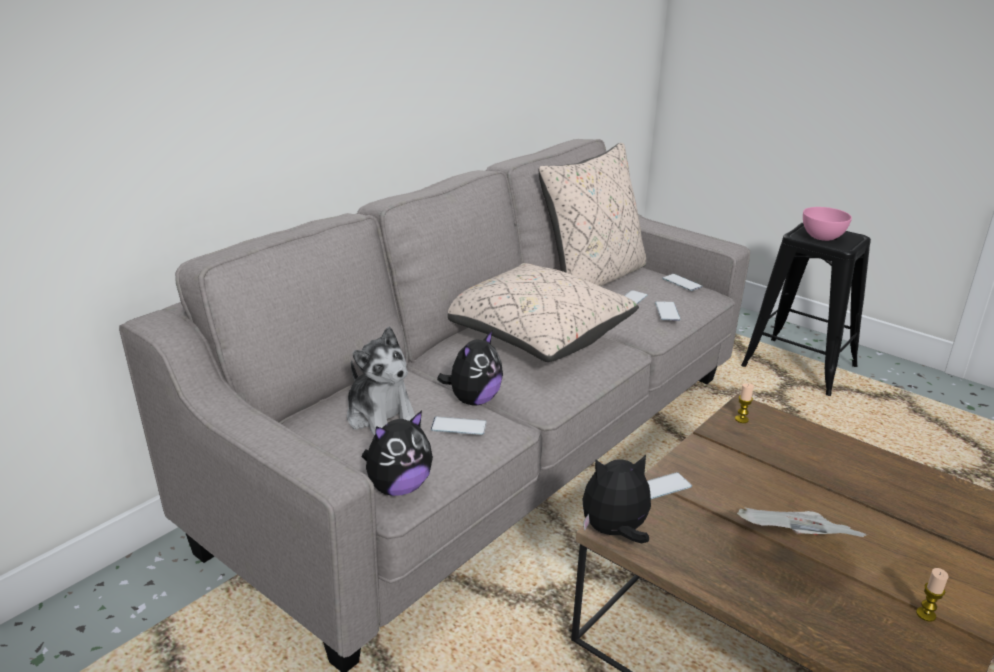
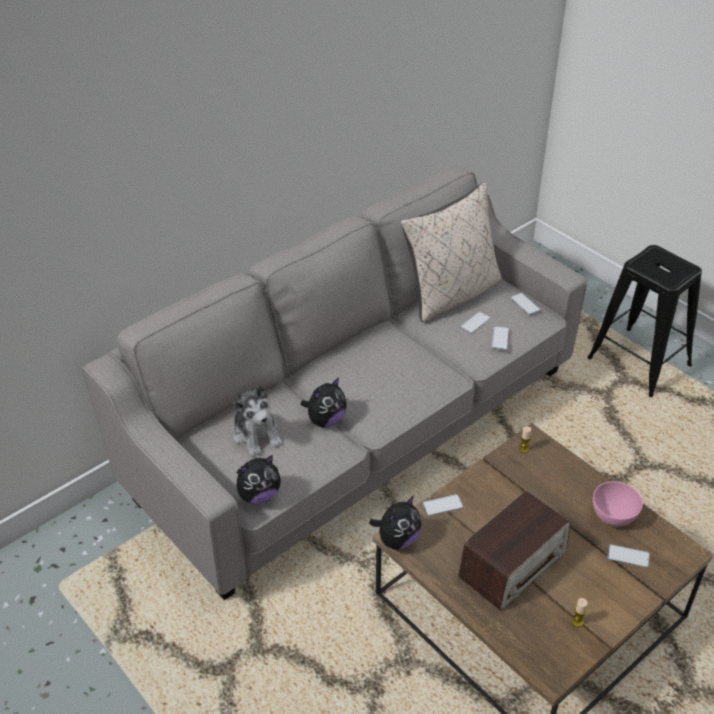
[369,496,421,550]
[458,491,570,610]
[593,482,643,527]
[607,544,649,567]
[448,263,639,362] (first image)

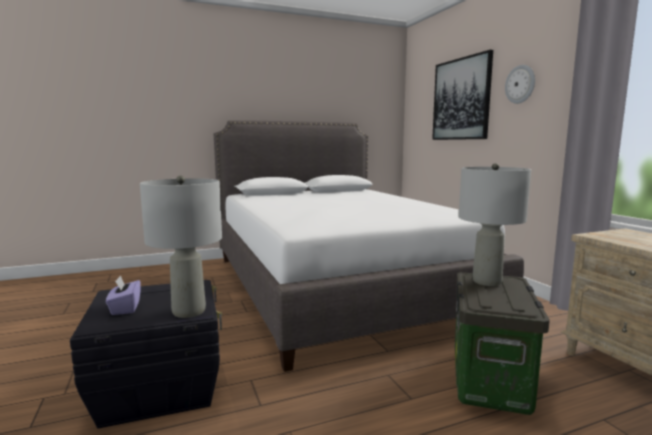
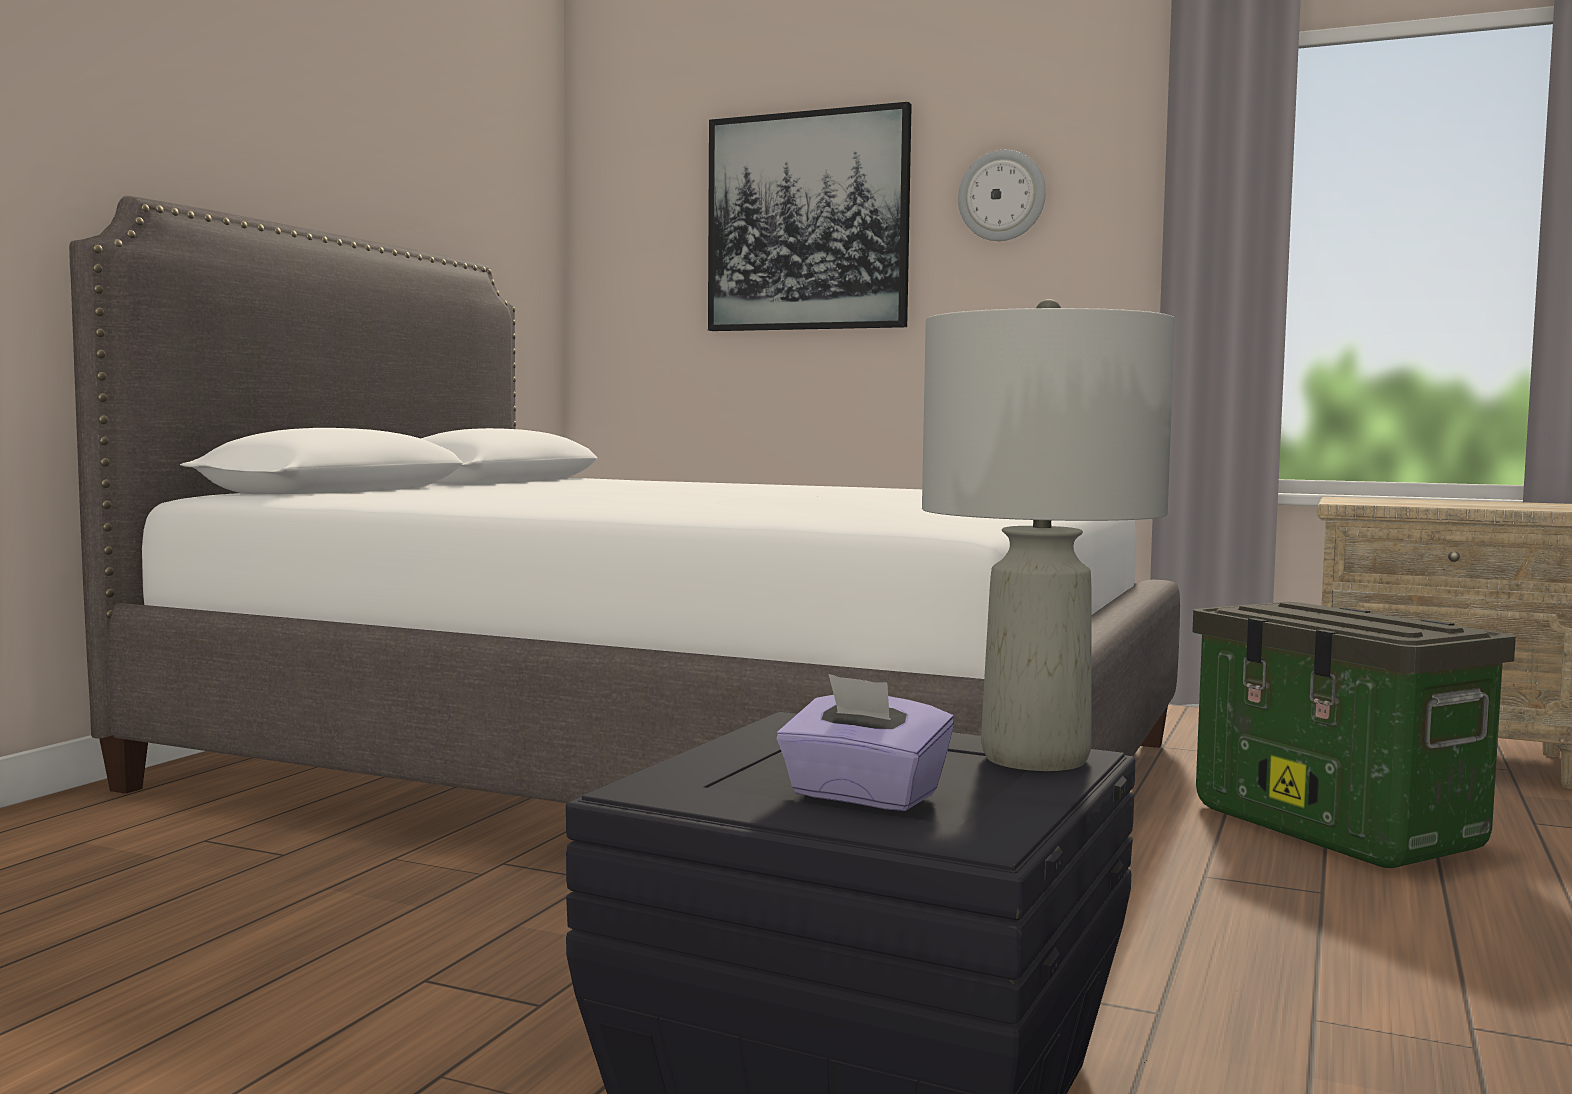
[459,163,531,286] (first image)

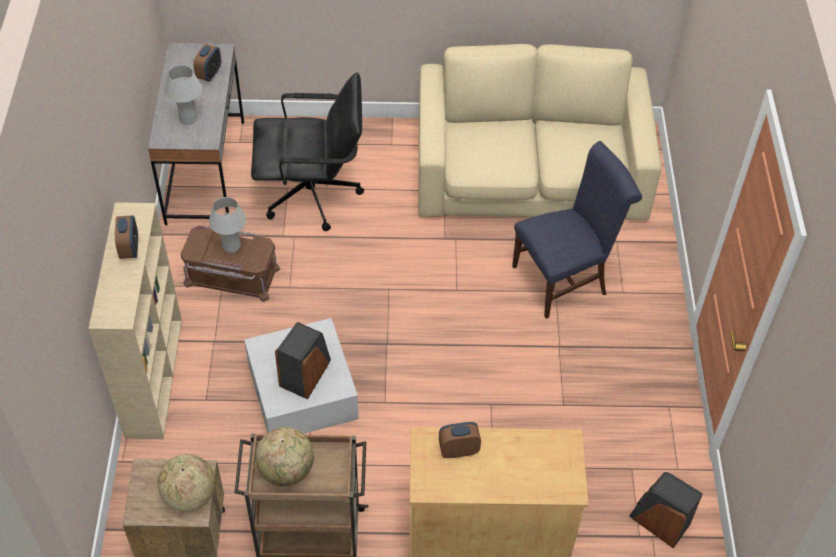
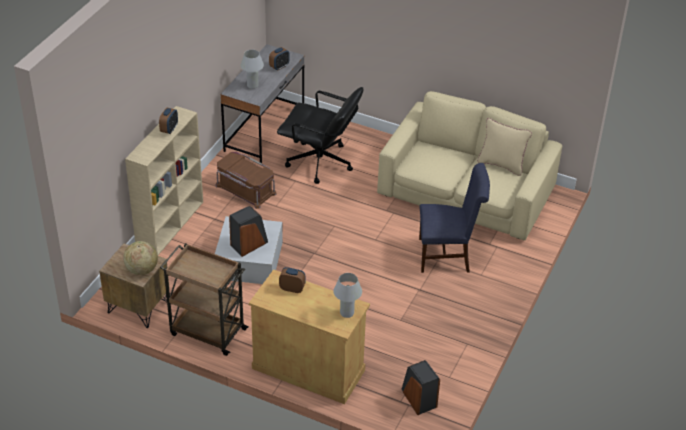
[333,273,362,318]
[477,118,532,176]
[256,427,314,486] (first image)

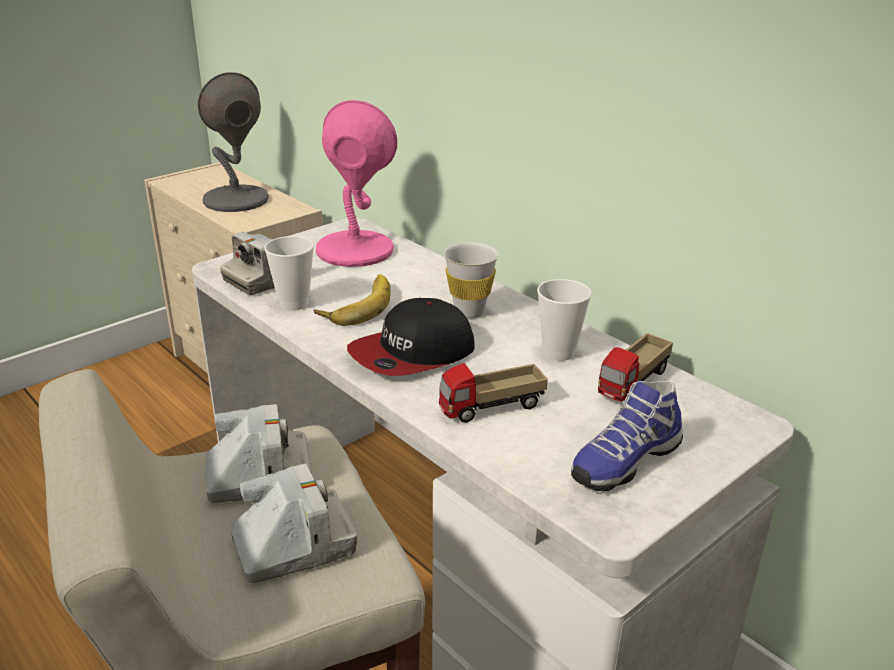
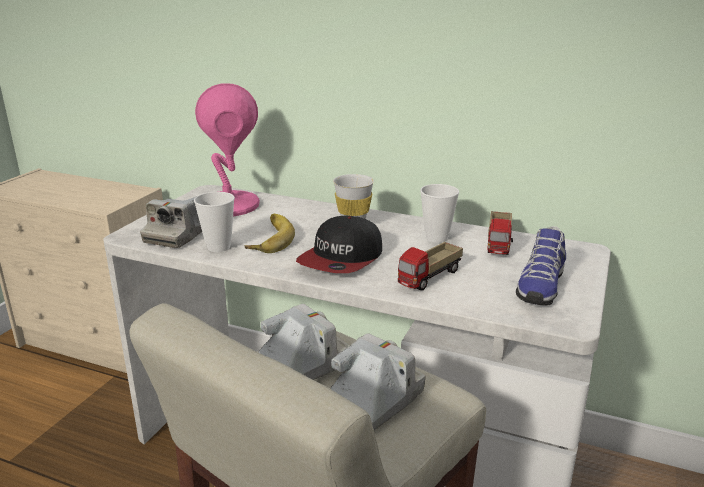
[198,72,269,212] (first image)

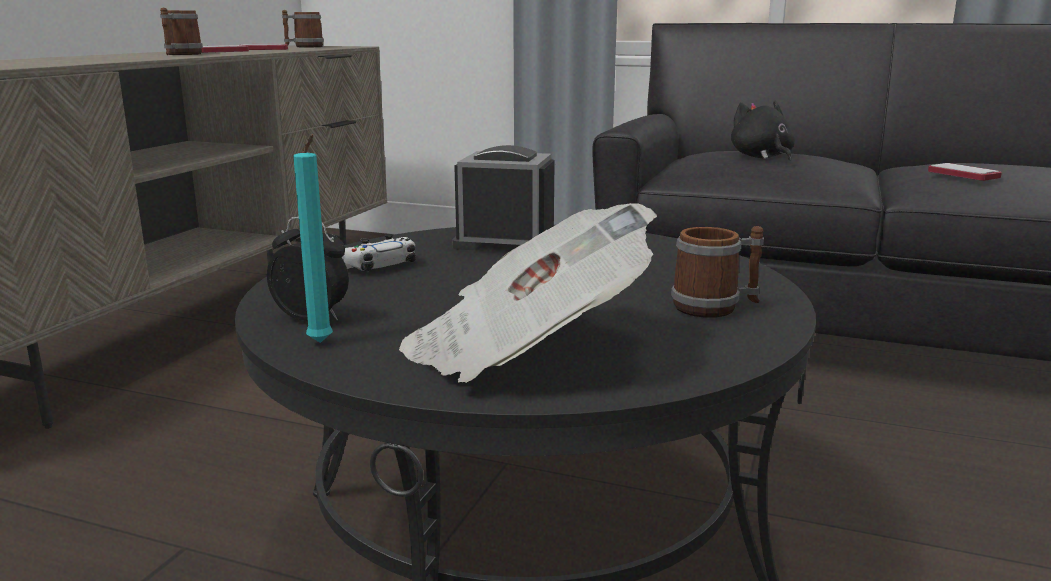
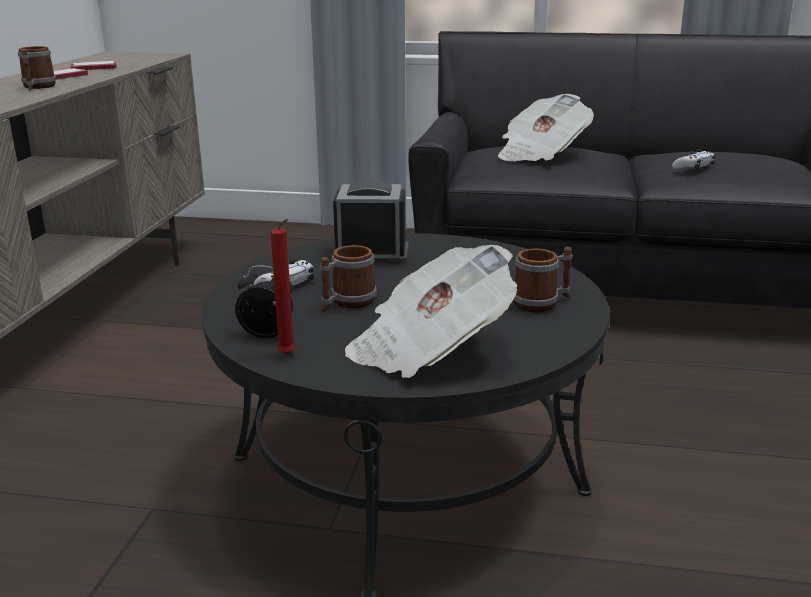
[270,219,295,355]
[320,245,377,311]
[498,94,594,161]
[672,149,715,169]

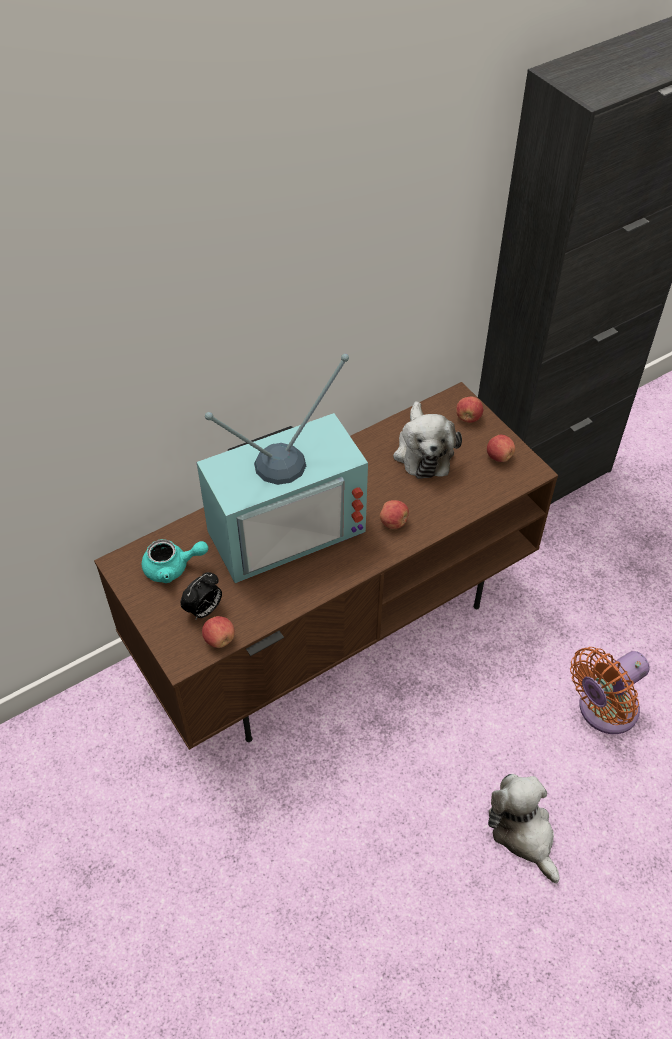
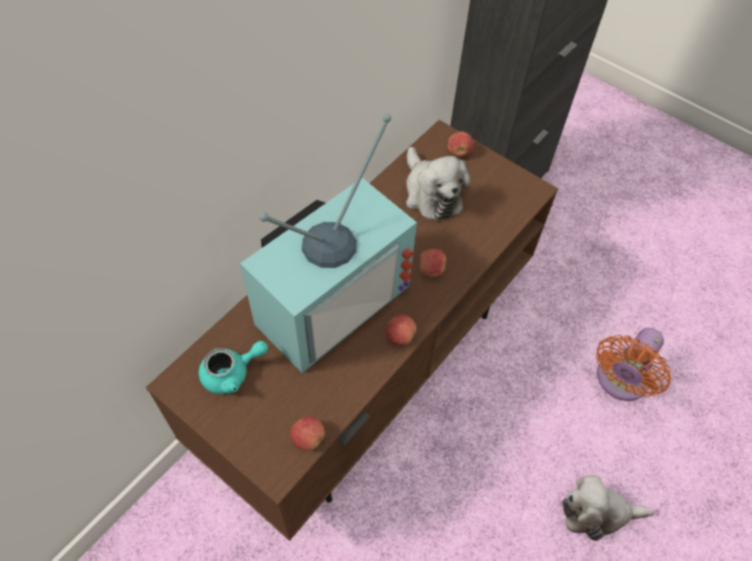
[386,315,416,345]
[563,475,654,541]
[180,572,222,620] (first image)

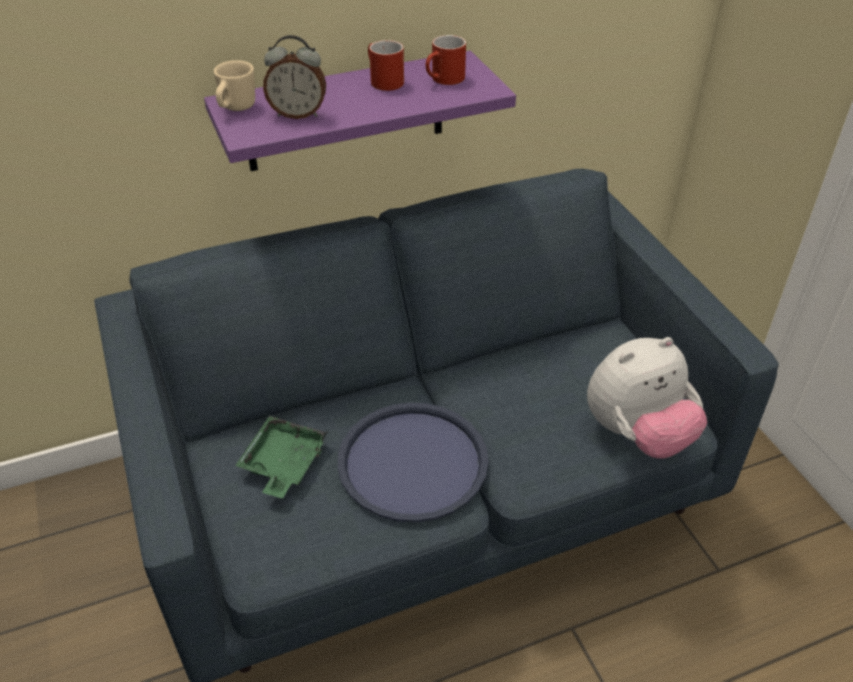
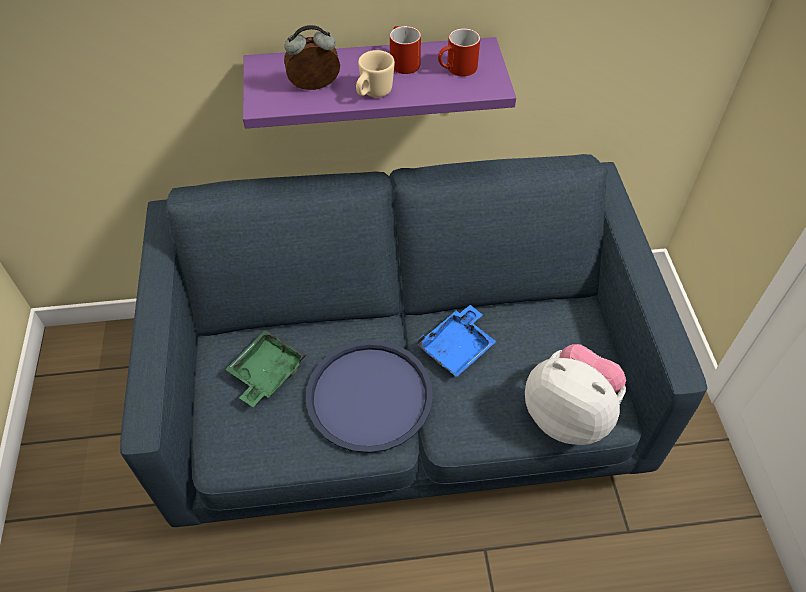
[284,25,340,90]
[356,50,395,98]
[417,305,496,377]
[525,344,626,445]

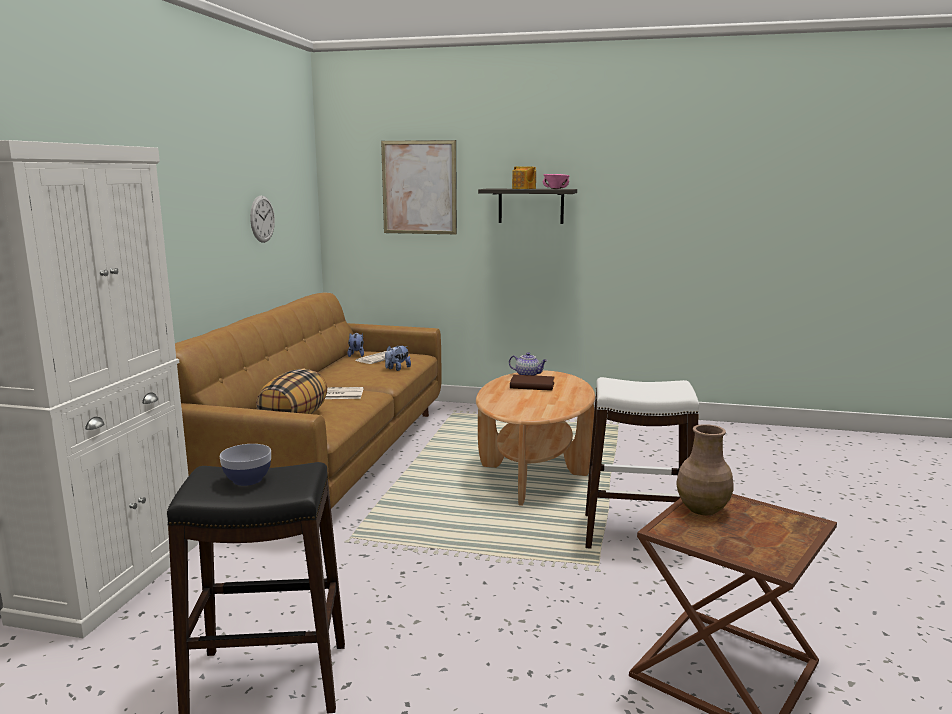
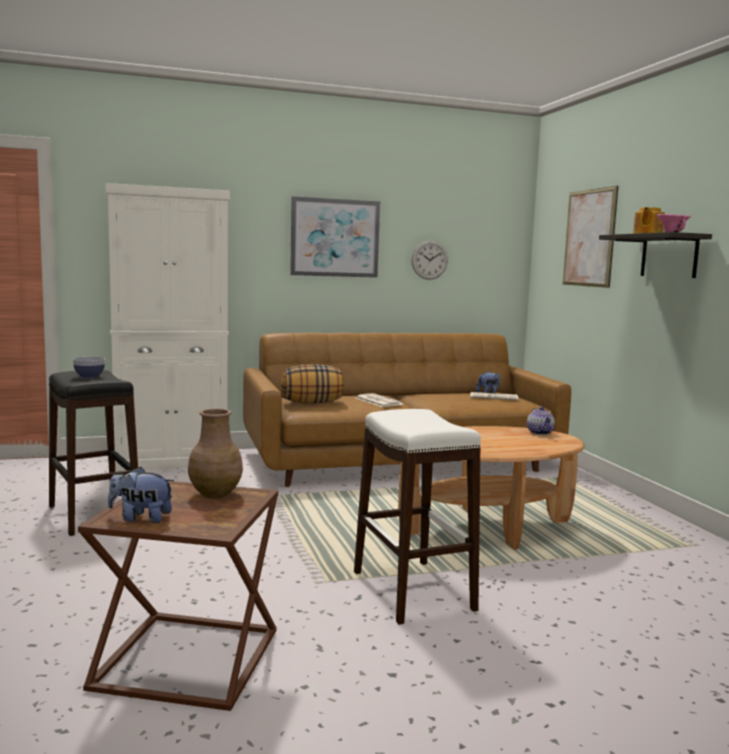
[108,466,174,523]
[290,196,380,278]
[510,375,554,391] (first image)

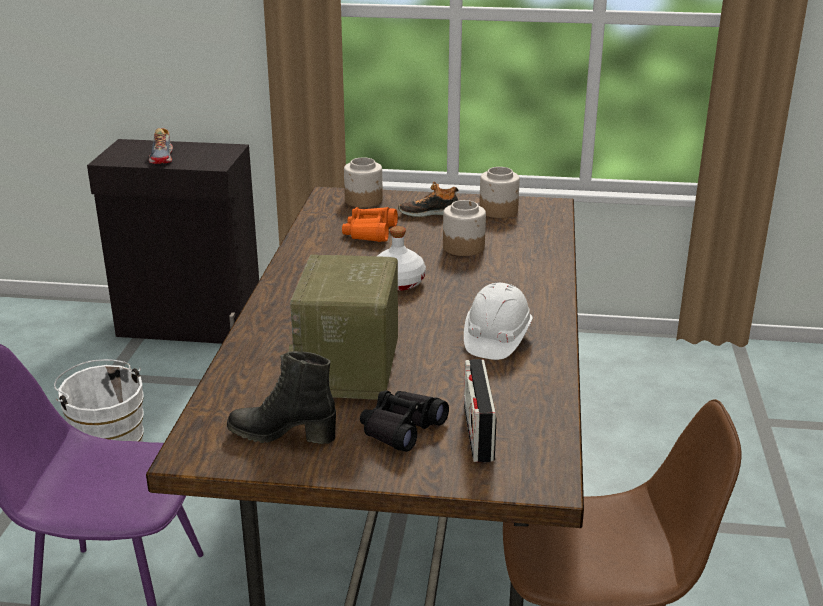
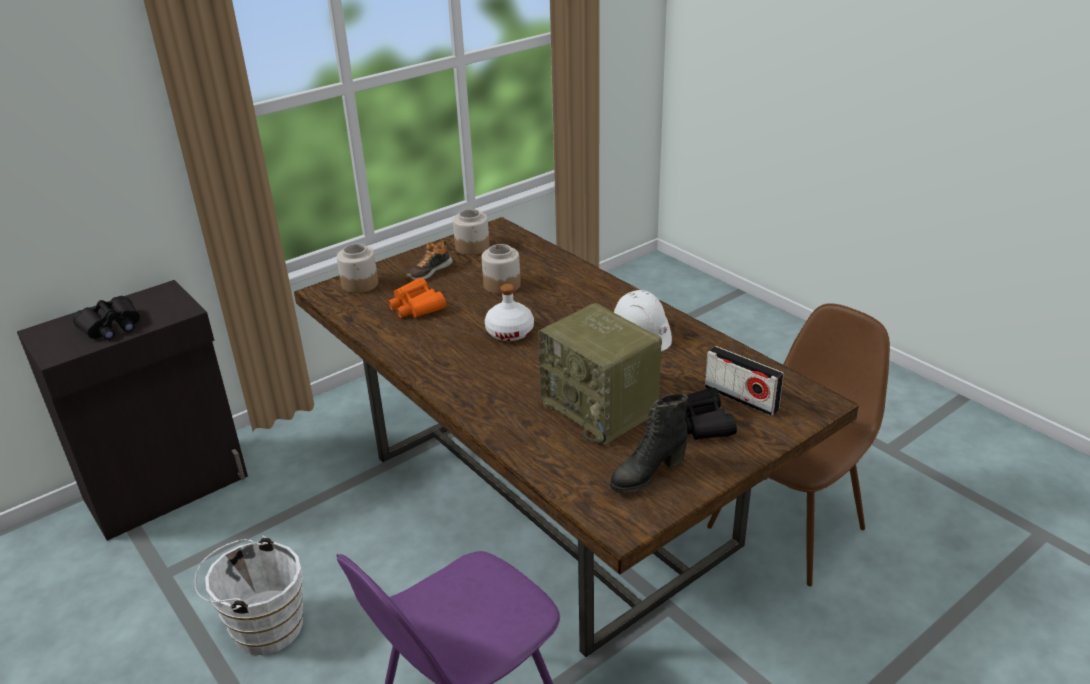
[73,296,140,340]

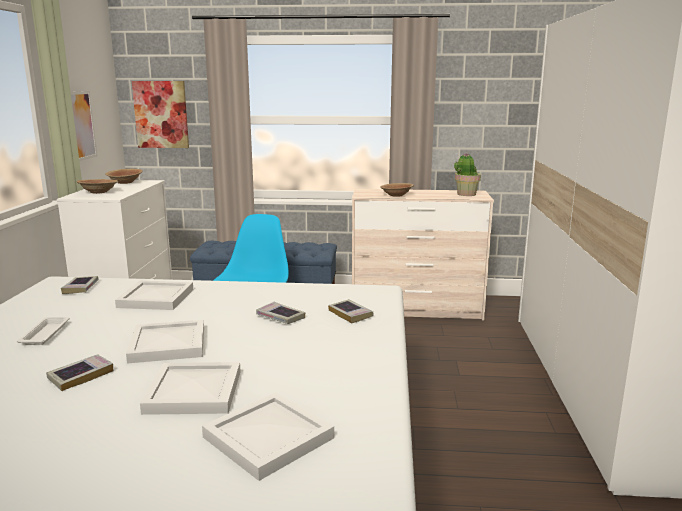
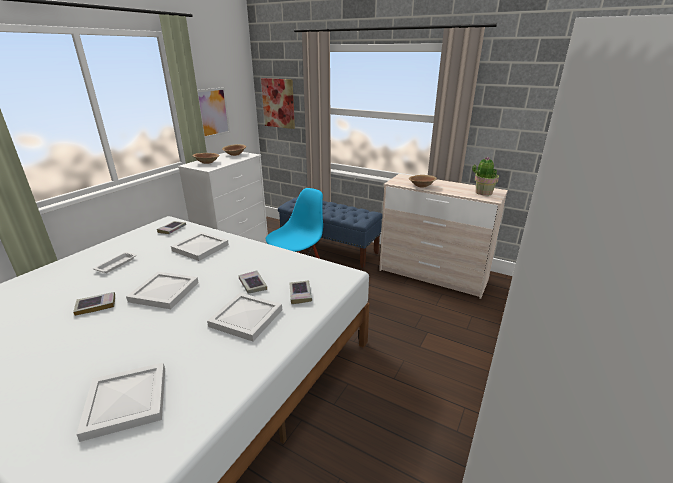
[207,293,282,341]

